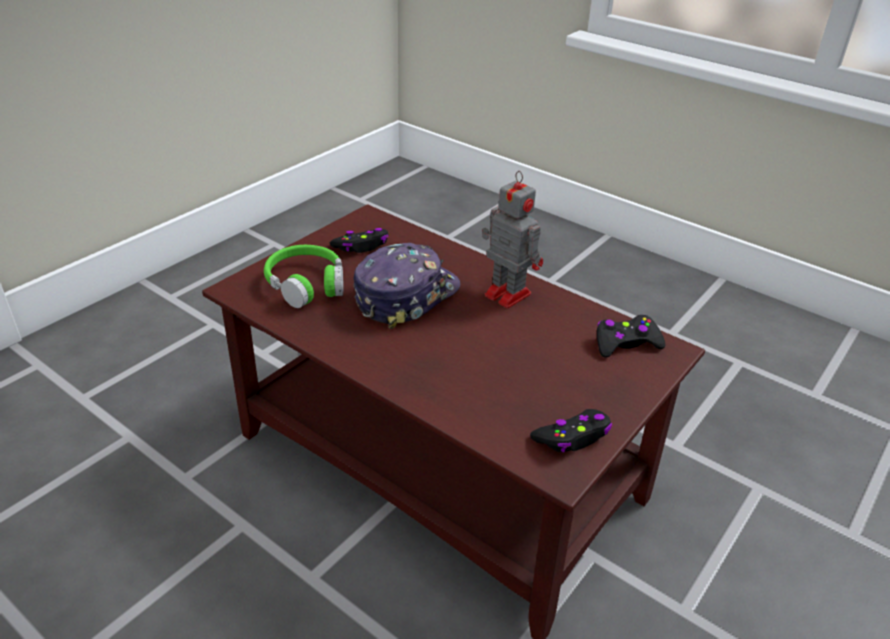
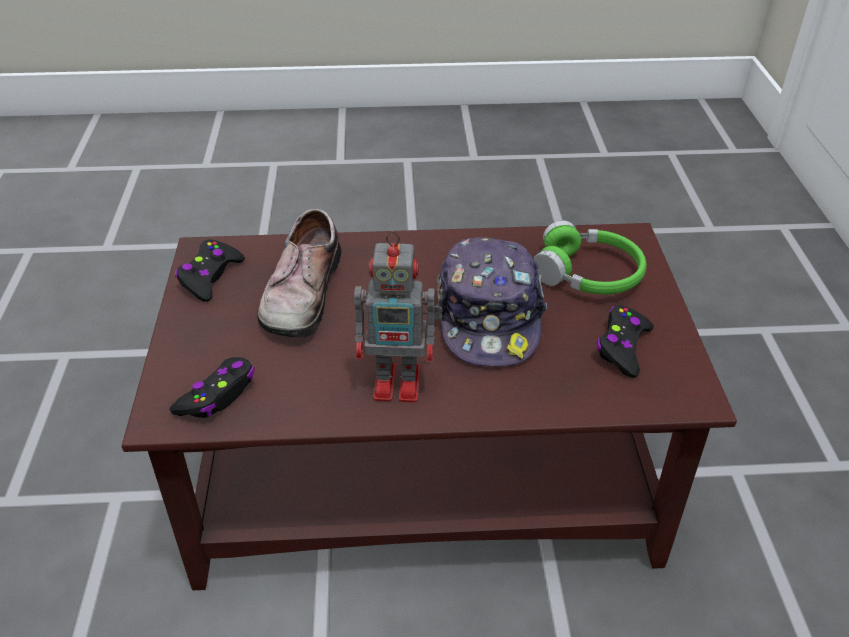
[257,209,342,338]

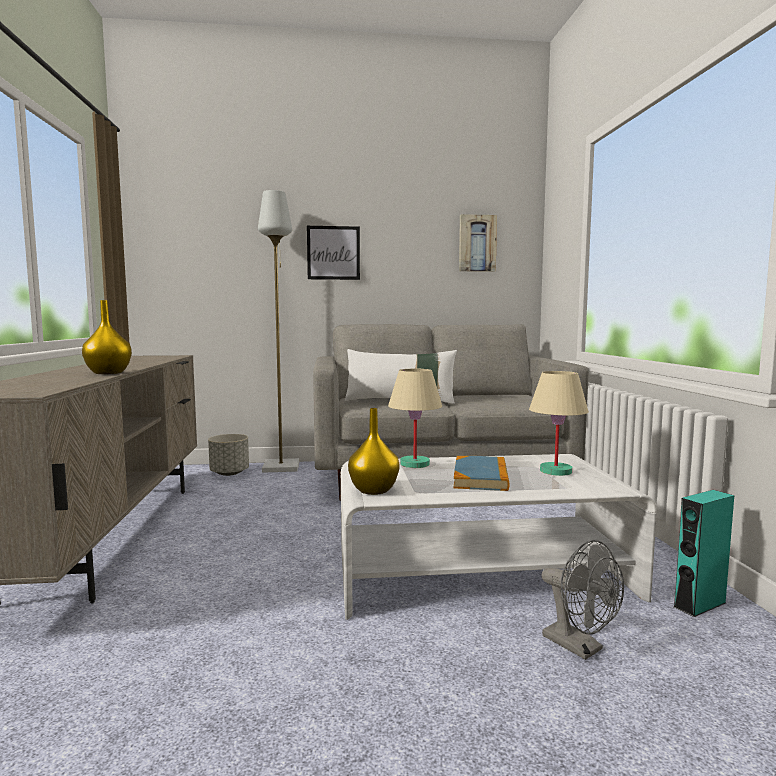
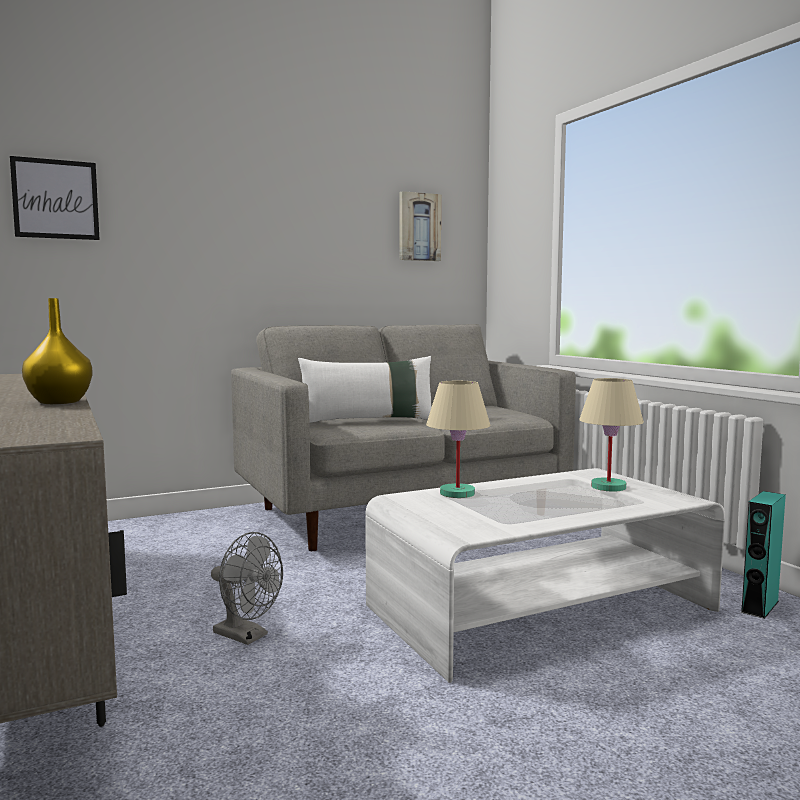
[10,156,100,240]
[211,532,283,645]
[208,434,249,476] (first image)
[258,190,299,473] (first image)
[348,408,399,495] (first image)
[454,456,510,491] (first image)

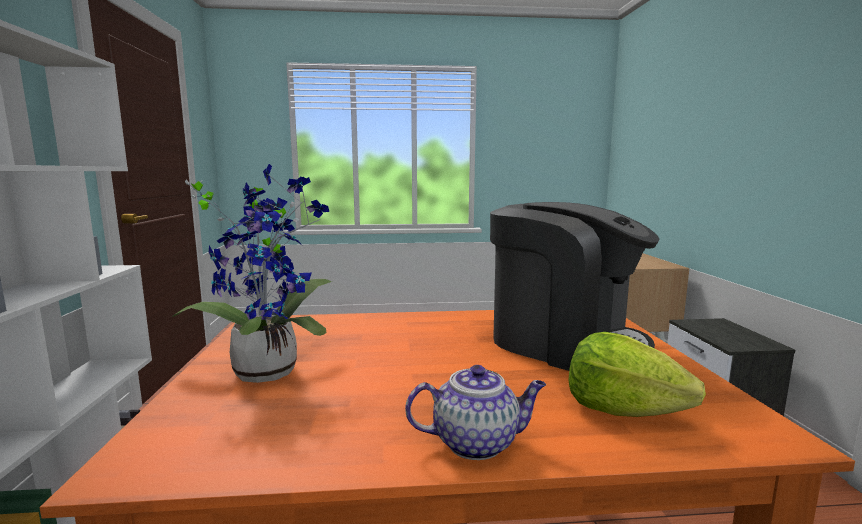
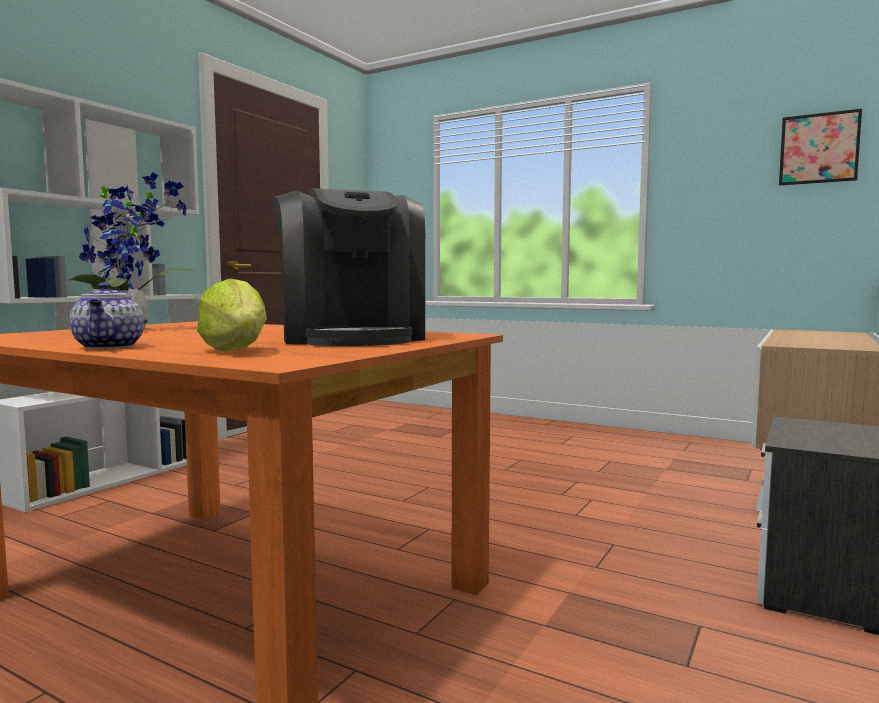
[70,282,144,349]
[779,109,862,186]

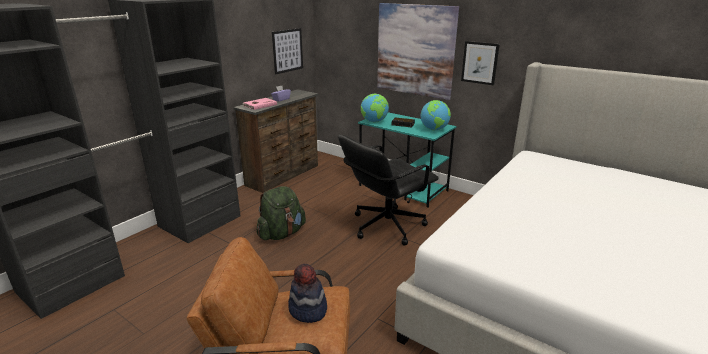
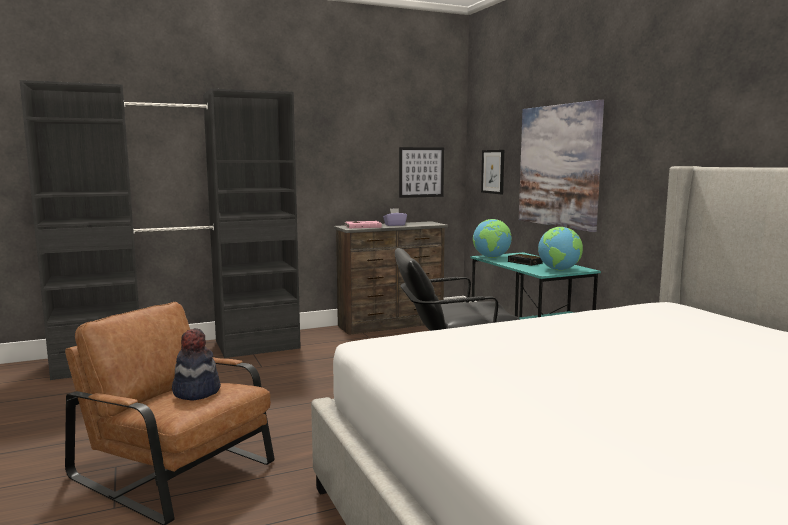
[481,150,504,194]
[256,186,306,240] (first image)

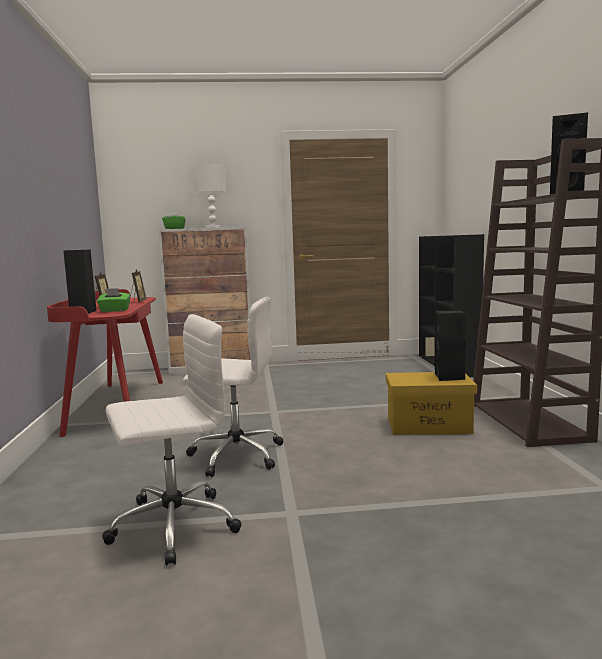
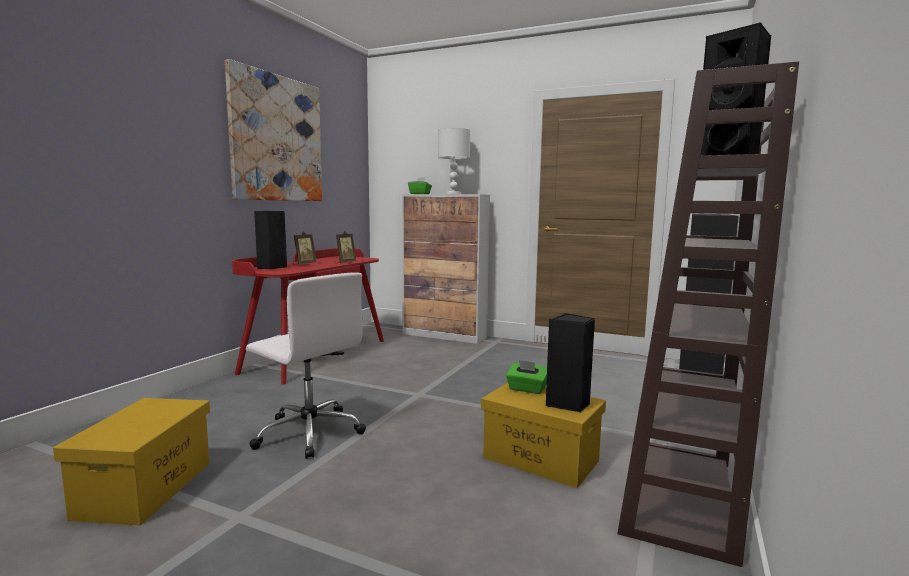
[53,398,210,525]
[225,59,322,201]
[506,360,547,394]

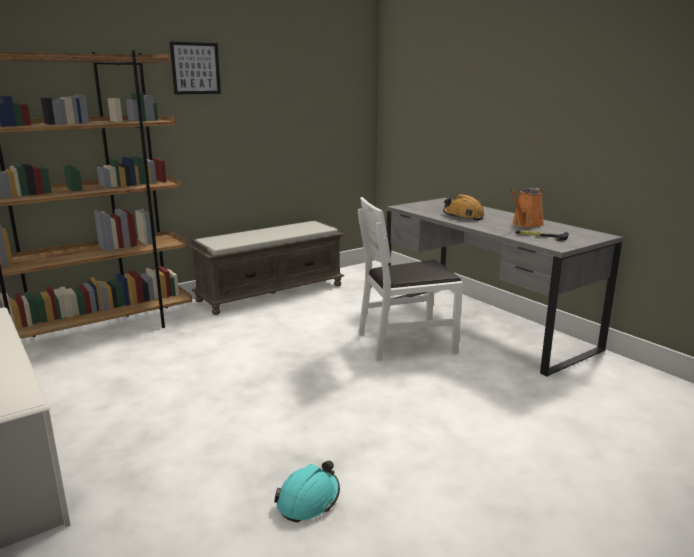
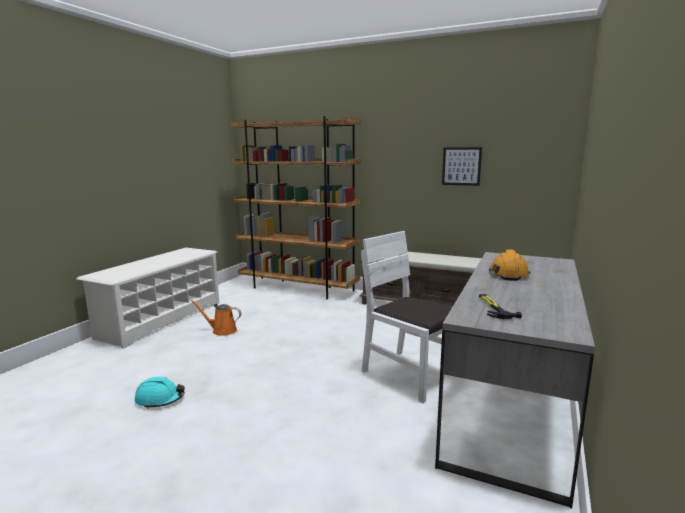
[191,300,242,336]
[442,147,482,186]

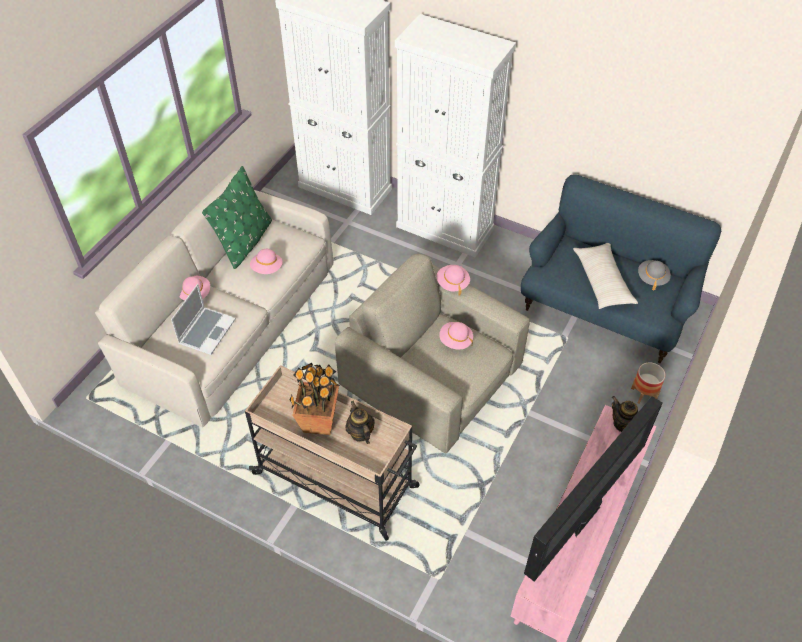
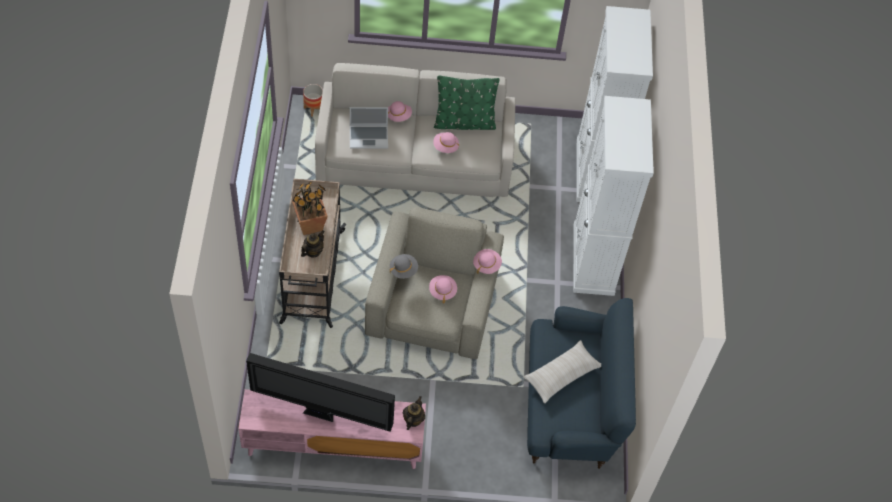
[303,84,323,117]
[390,254,418,279]

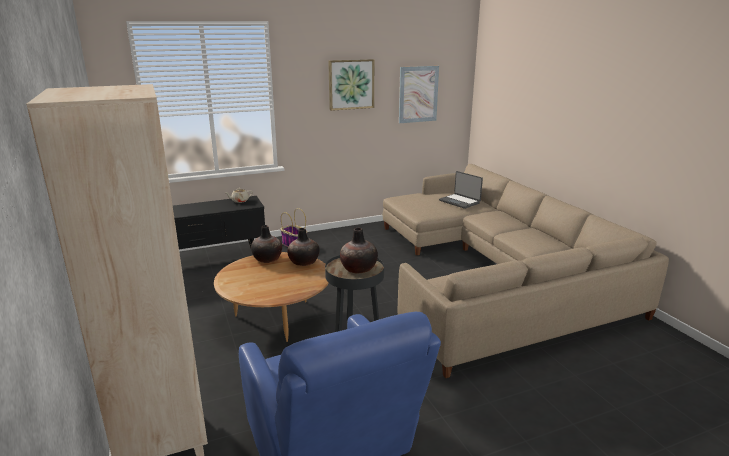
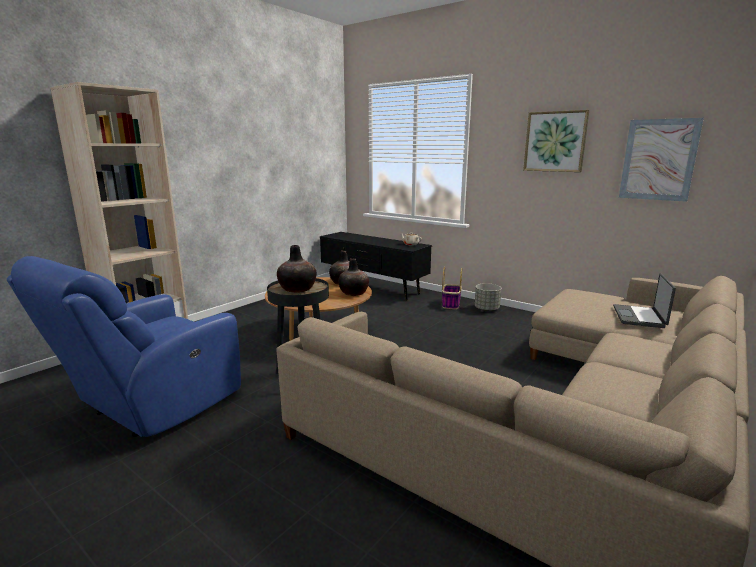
[475,283,501,311]

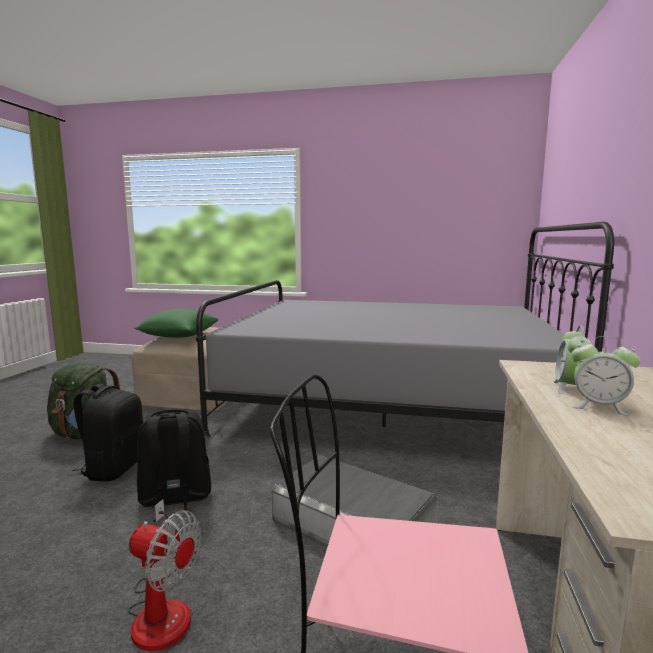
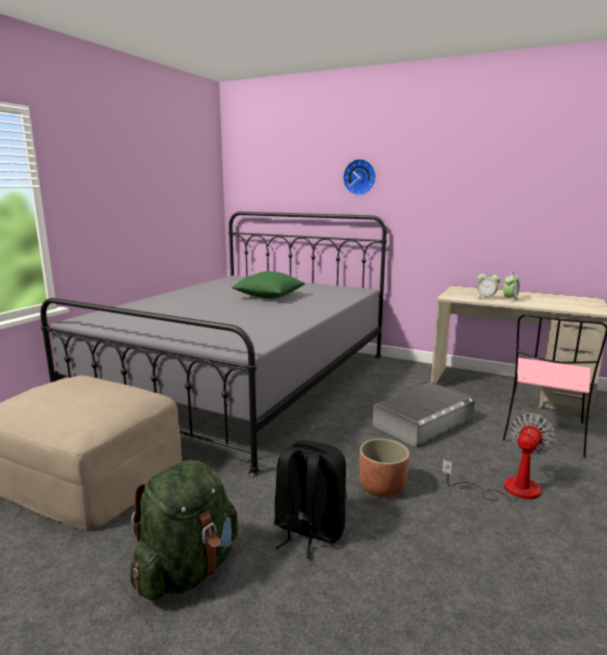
[231,271,305,299]
[343,159,376,195]
[360,439,409,498]

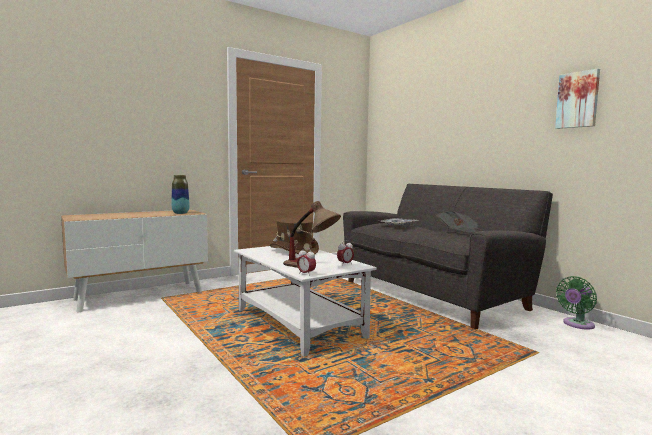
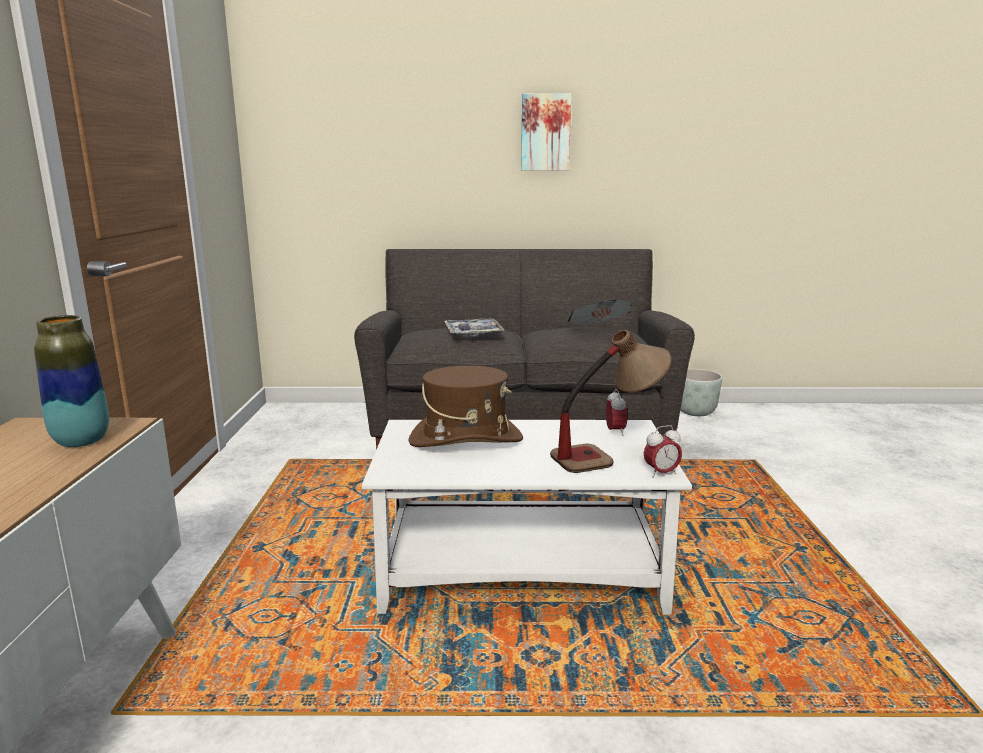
[521,93,571,171]
[680,369,723,416]

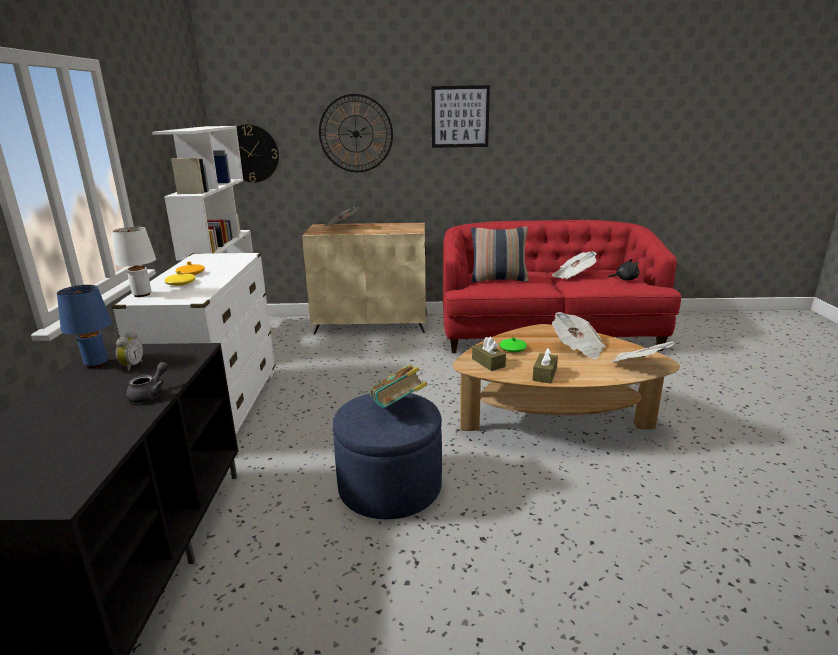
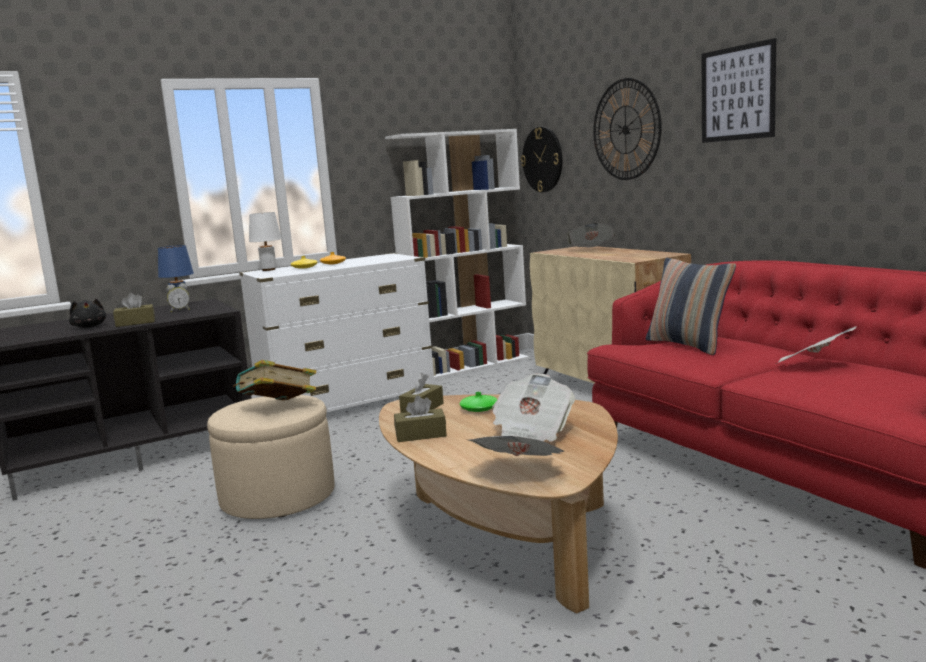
[69,298,106,328]
[113,293,155,327]
[207,395,335,519]

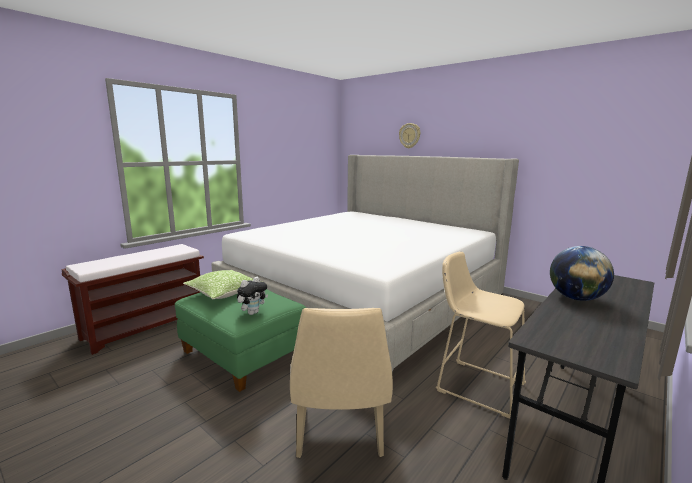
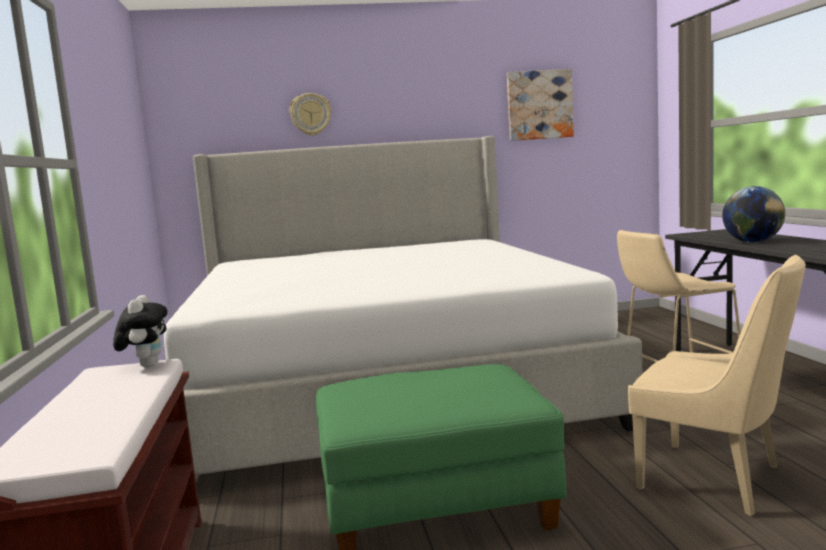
[113,295,168,368]
[507,69,574,141]
[183,270,262,299] (first image)

